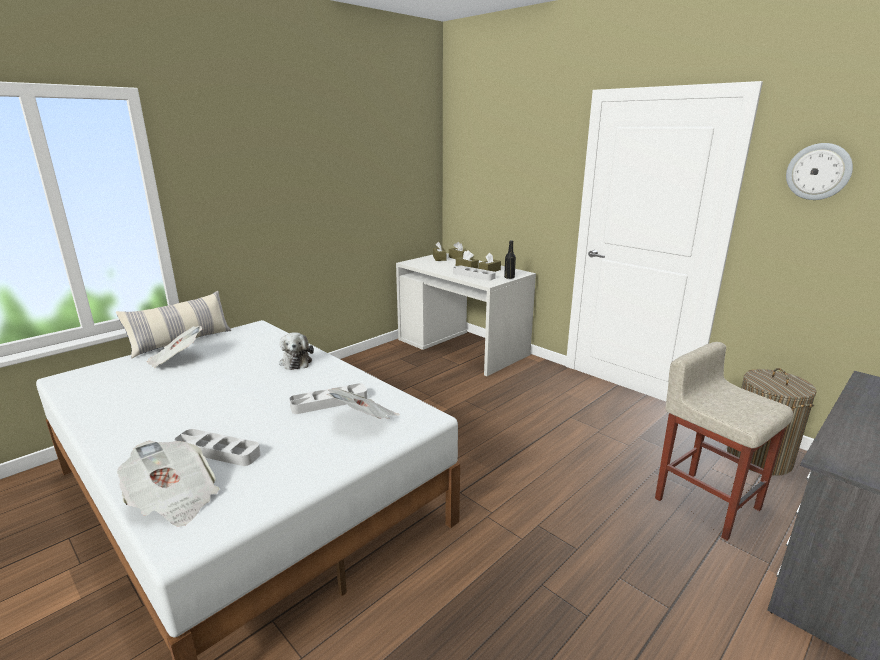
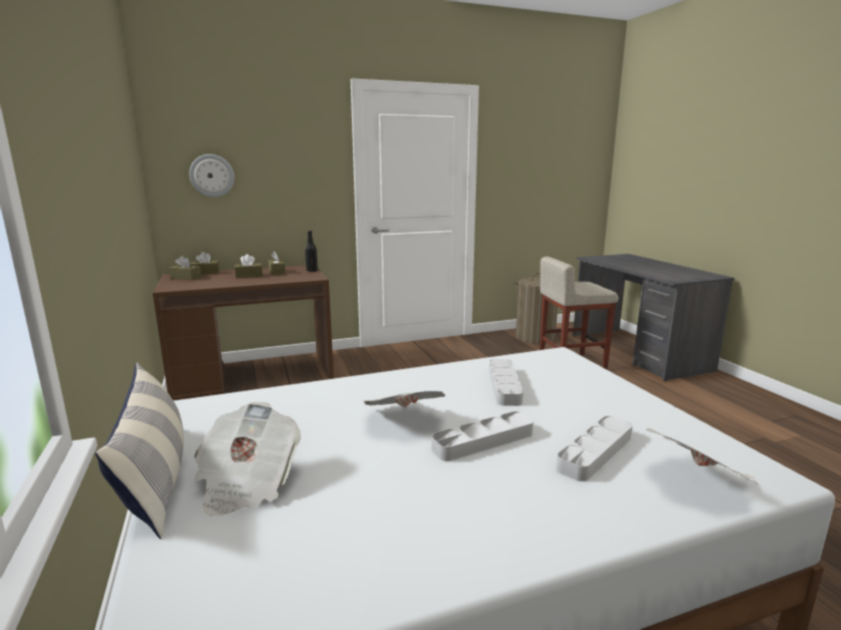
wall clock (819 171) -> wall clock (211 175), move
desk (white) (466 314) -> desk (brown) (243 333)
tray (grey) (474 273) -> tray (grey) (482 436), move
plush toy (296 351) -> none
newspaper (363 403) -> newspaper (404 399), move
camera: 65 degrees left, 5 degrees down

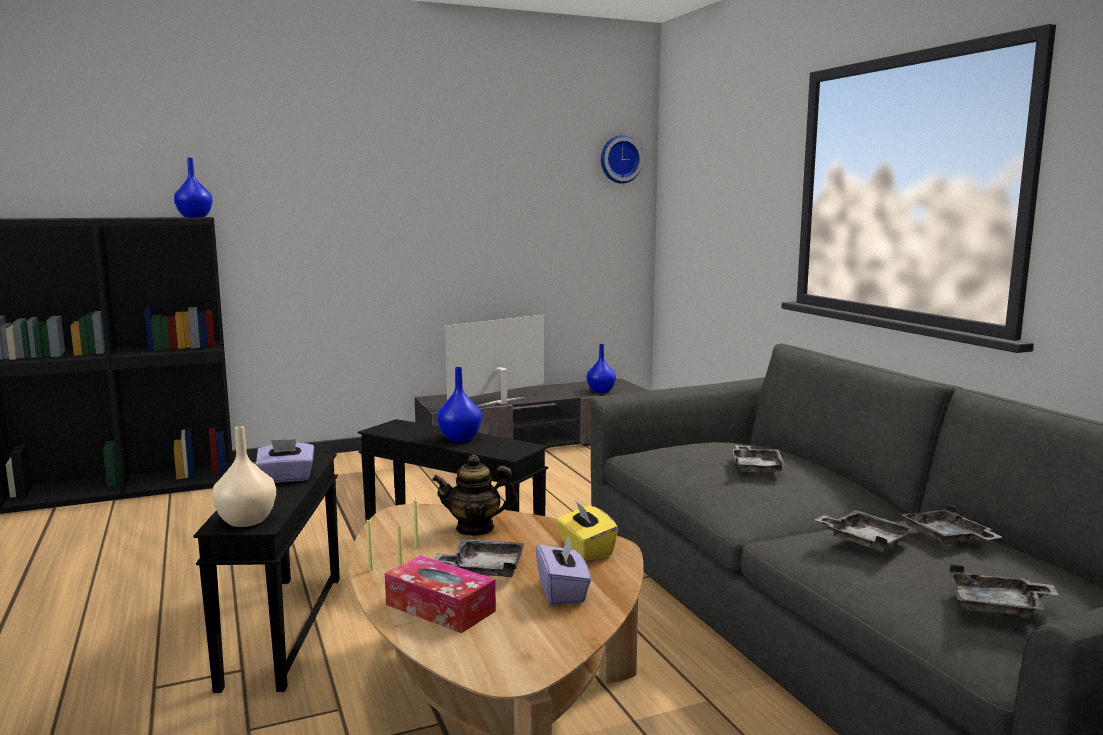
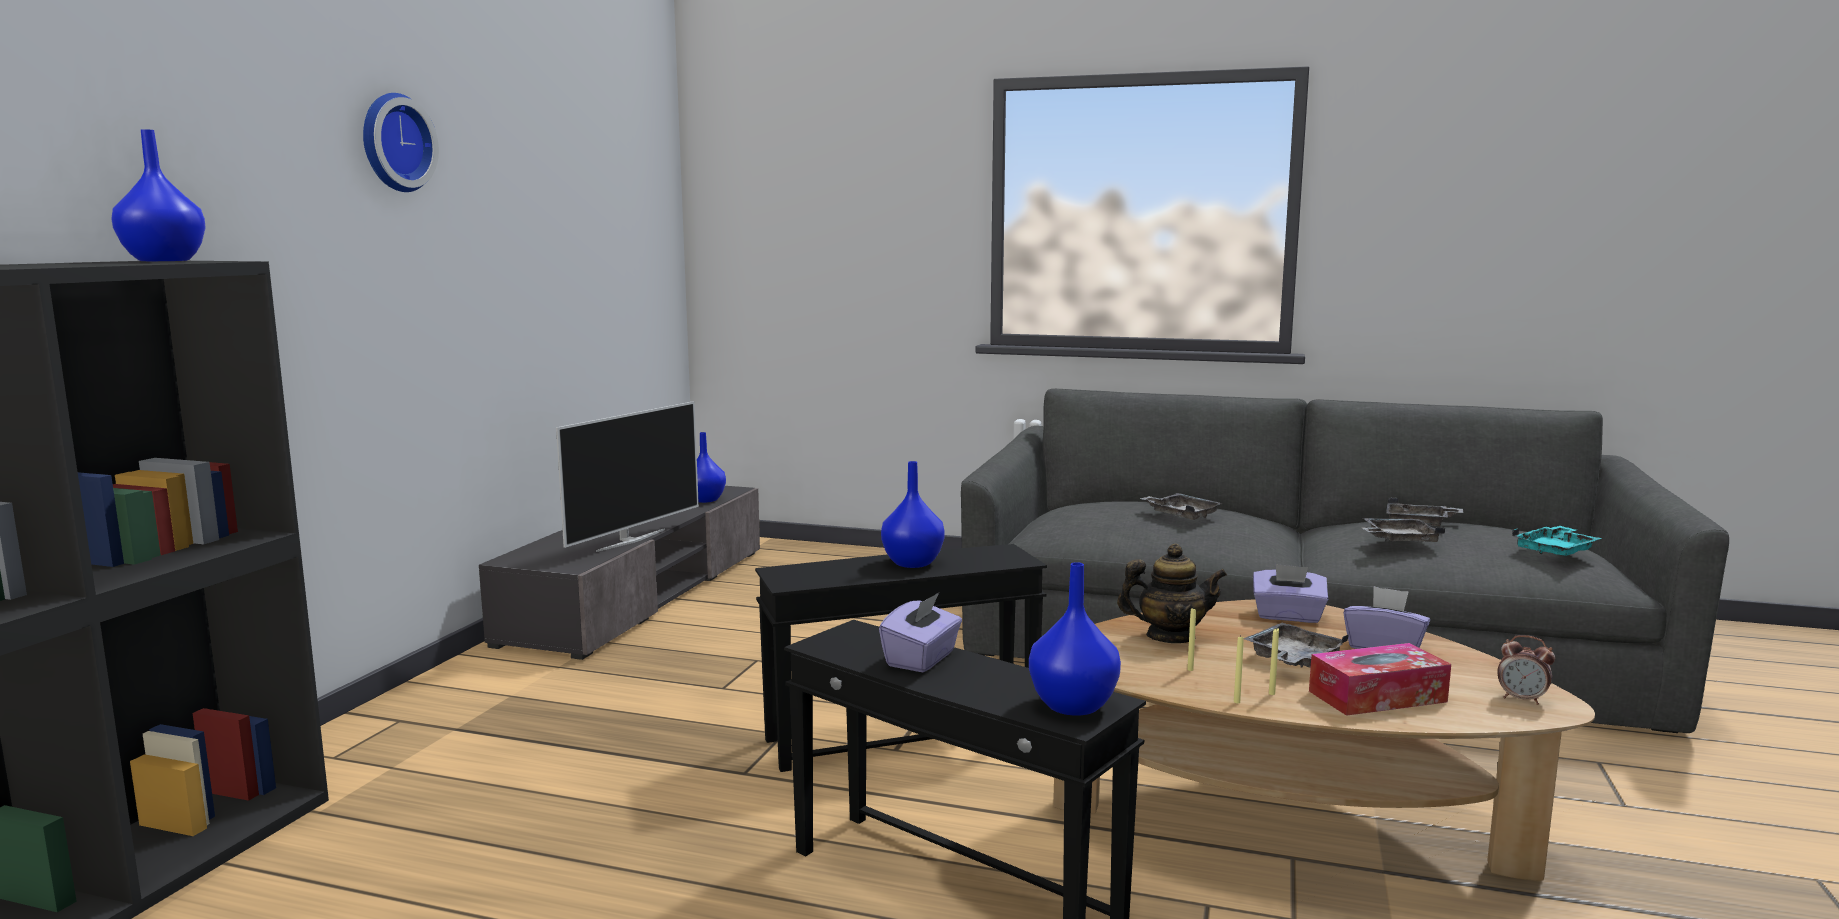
wall clock (622 159) -> wall clock (401 142), move
television (494 360) -> television (627 476), 150 degrees counterclockwise
vase (beige) (244 476) -> vase (blue) (1075 639)
teapot (475 495) -> teapot (1172 593), 120 degrees counterclockwise
tissue box (yellow) (587 530) -> tissue box (purple) (1290 593)
tray (grey) (1003 591) -> tray (turquoise) (1557 541)
none -> alarm clock (1526 670)
camera: 50 degrees left, 0 degrees up

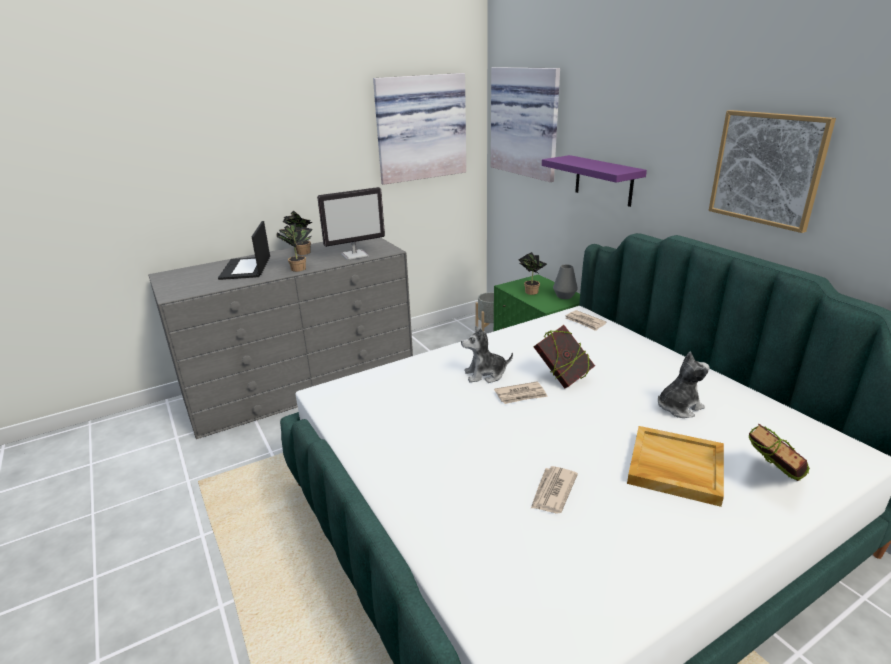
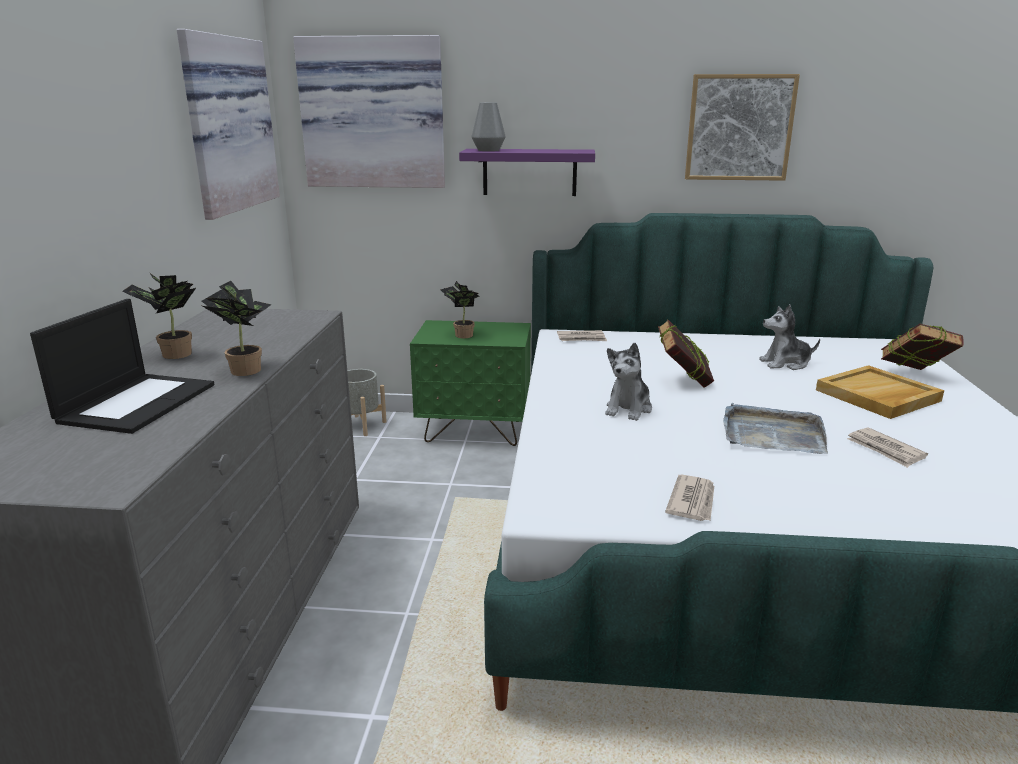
monitor (351 223) -> none
laptop (244 250) -> laptop (122 366), 105 degrees counterclockwise
vase (grey) (565 281) -> vase (grey) (488 127), move
plush toy (684 385) -> plush toy (789 337), 105 degrees counterclockwise
newspaper (521 393) -> newspaper (689 498), move
none -> tray (grey) (775 428)
camera: 55 degrees left, 5 degrees down

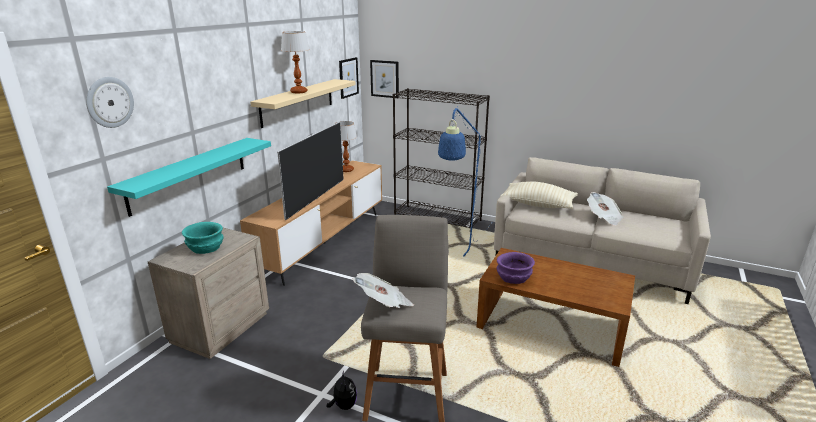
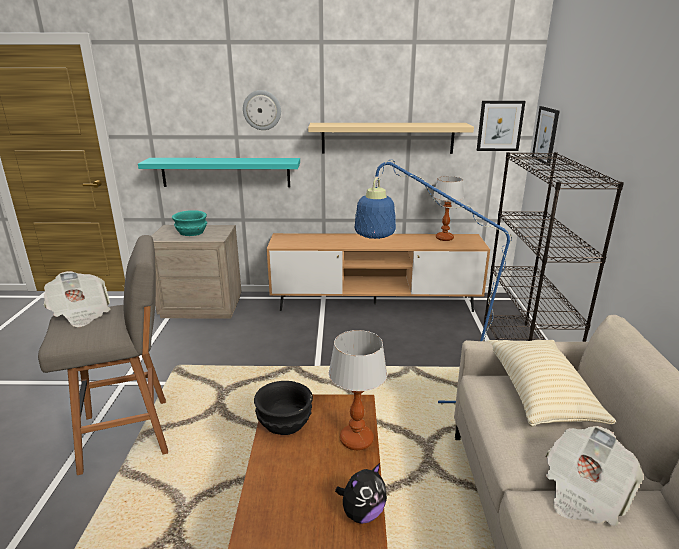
table lamp (295 62) -> table lamp (357 390), move
wall clock (110 102) -> wall clock (262 110), move
television (310 171) -> none
bowl (purple) (515 268) -> bowl (black) (283 408)
plush toy (342 390) -> plush toy (361 493), move
camera: 65 degrees right, 0 degrees up

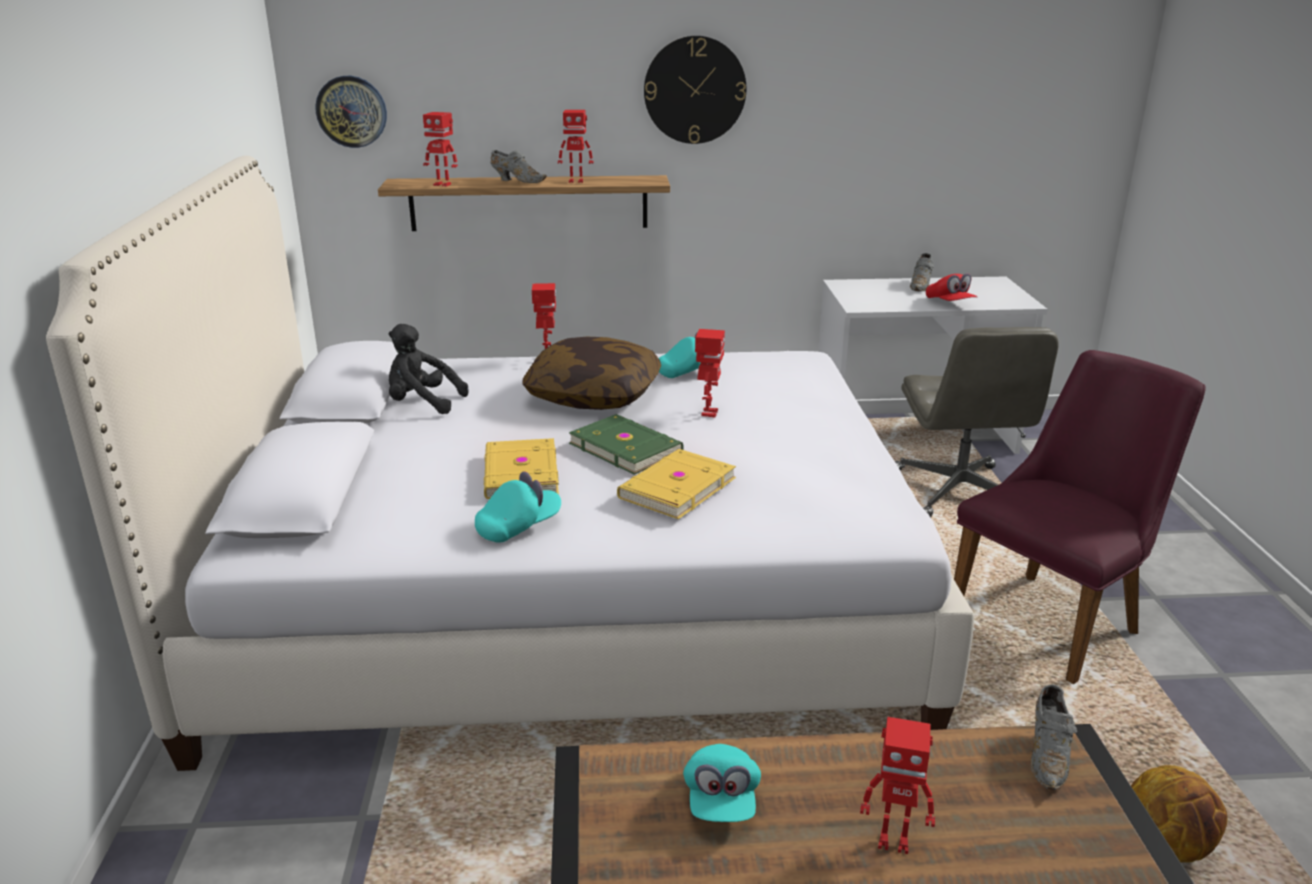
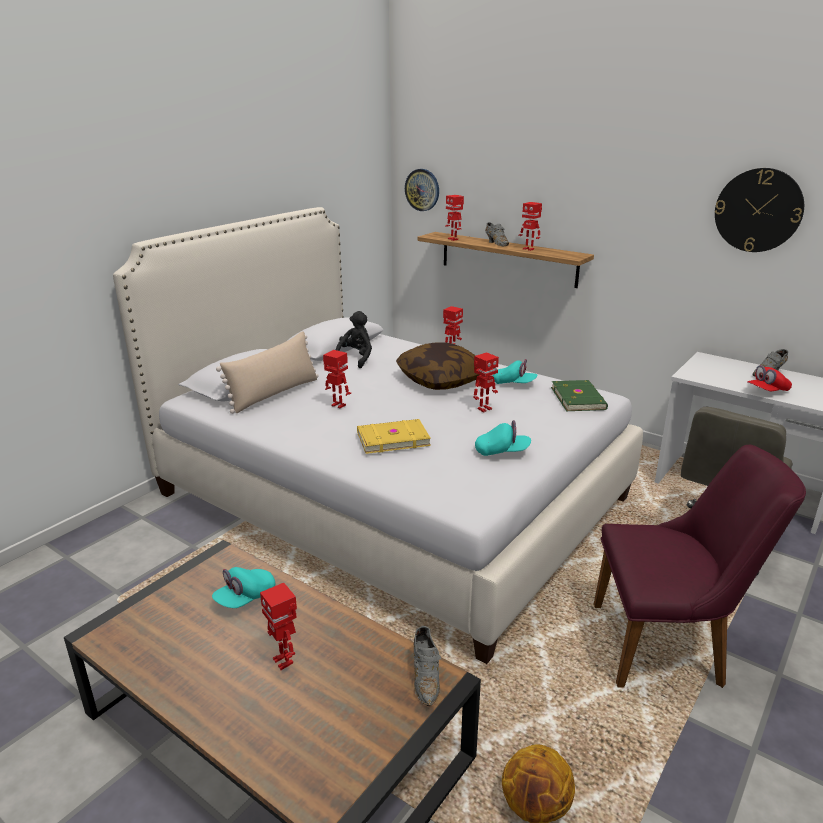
wall clock (695 90) -> wall clock (759 210), move
cap (red) (951 287) -> cap (red) (769 378), 45 degrees clockwise
plush toy (black) (429 369) -> plush toy (black) (354 339), 60 degrees clockwise
book (green) (626 444) -> book (green) (579 395), move
book (yellow) (521 468) -> toy robot (337 379)
cap (turquoise) (518 507) -> cap (turquoise) (503 438), move
shoe (grey) (1054 737) -> shoe (grey) (427 666), 60 degrees counterclockwise
none -> pillow (beige) (267 372)
camera: 40 degrees right, 0 degrees up

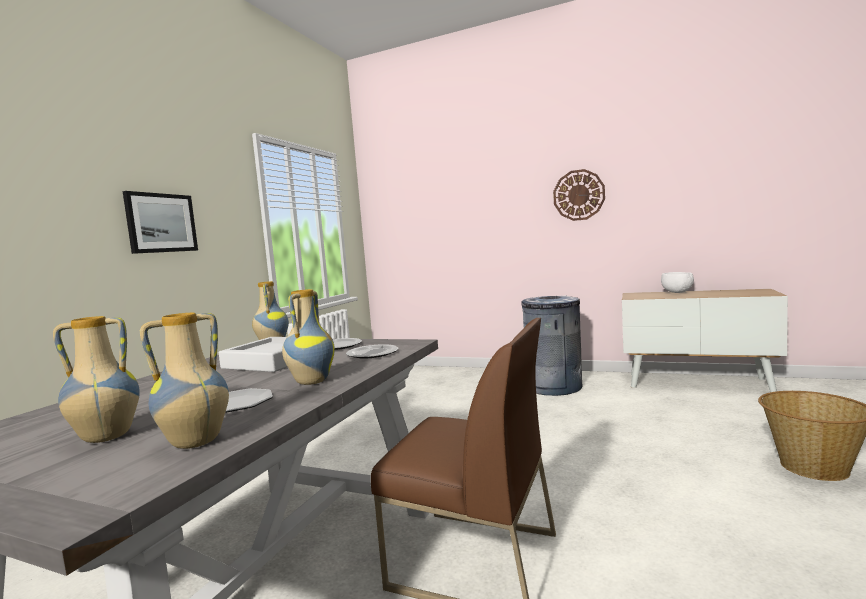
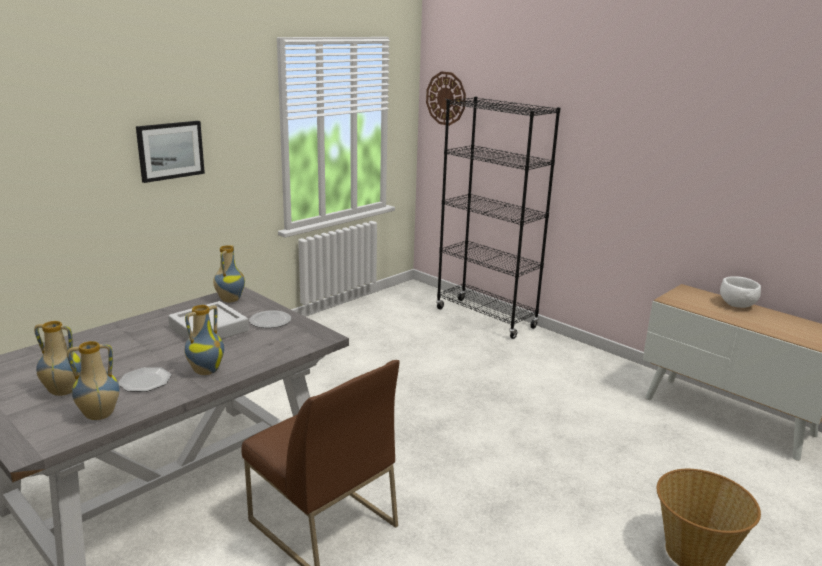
wall clock (579 195) -> wall clock (446 98), move
trash can (grey) (552 345) -> none
plate (372 351) -> none
none -> bookcase (black) (498 218)
camera: 20 degrees right, 15 degrees up

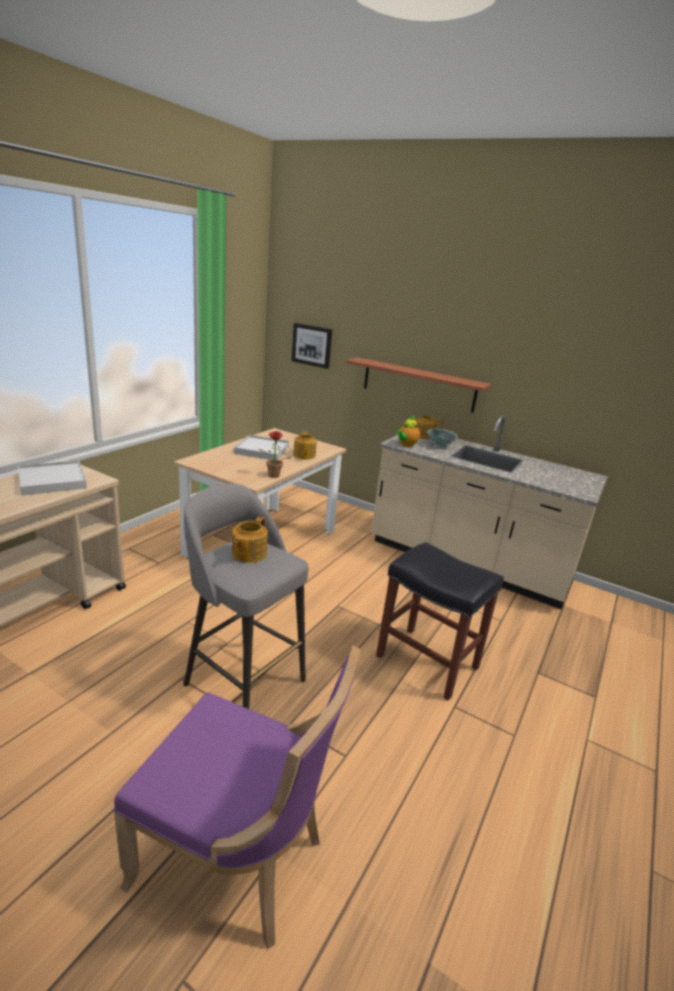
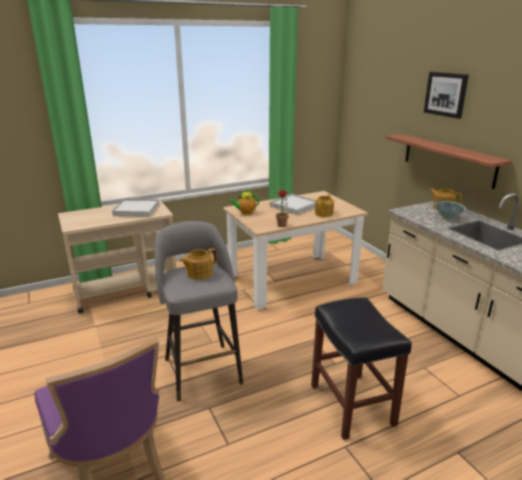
picture (312 346) -> picture (446 95), move
teapot (408 431) -> teapot (243 201), move
camera: 35 degrees right, 0 degrees up

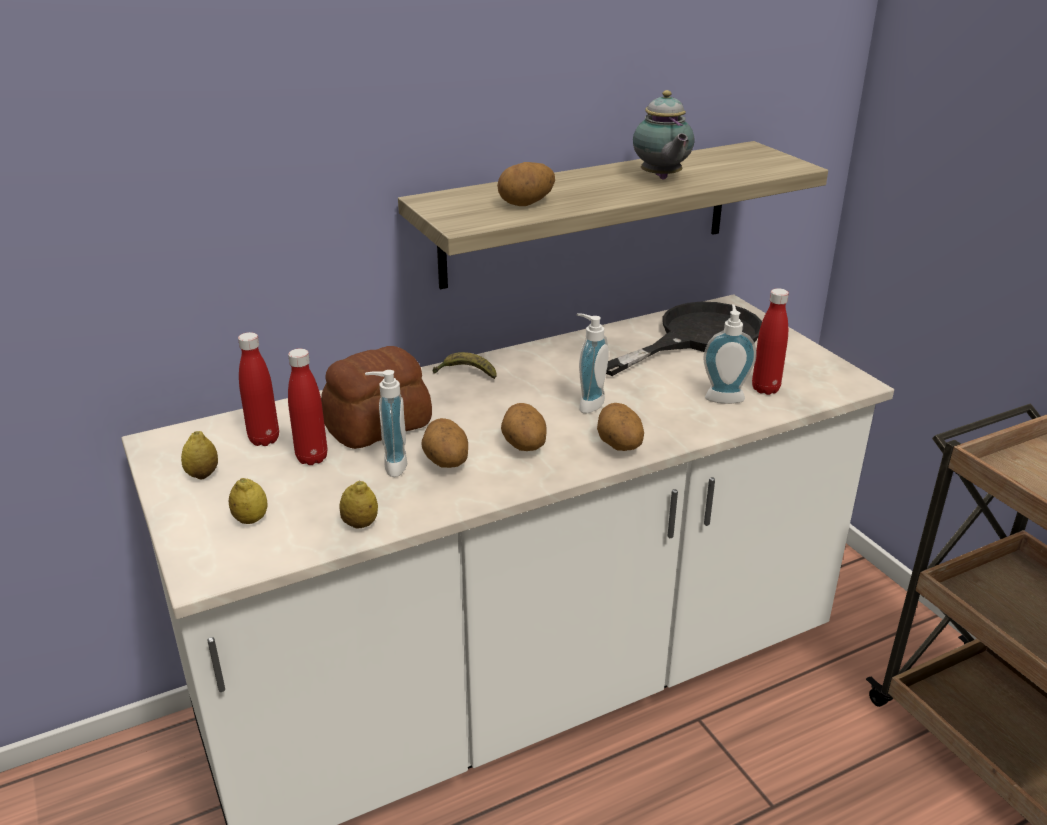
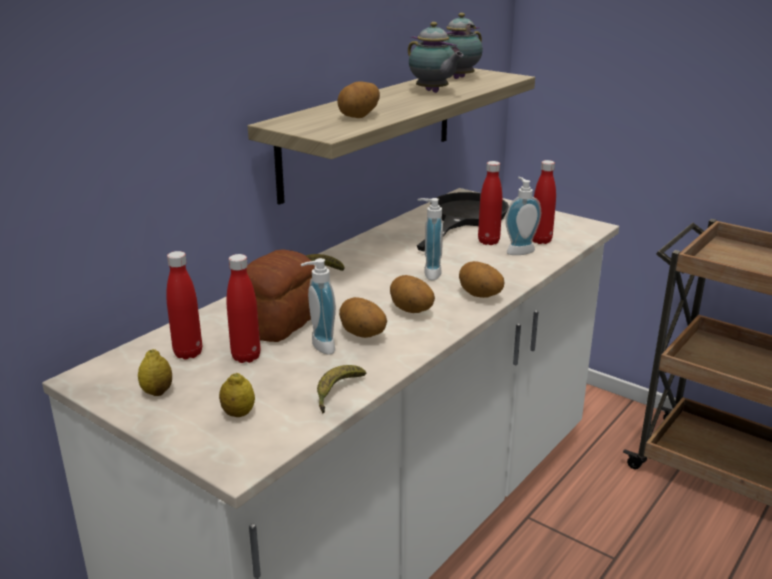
lemon (358 504) -> banana (341 389)
none -> teapot (463 46)
none -> bottle (red) (490 203)
camera: 25 degrees left, 5 degrees down

